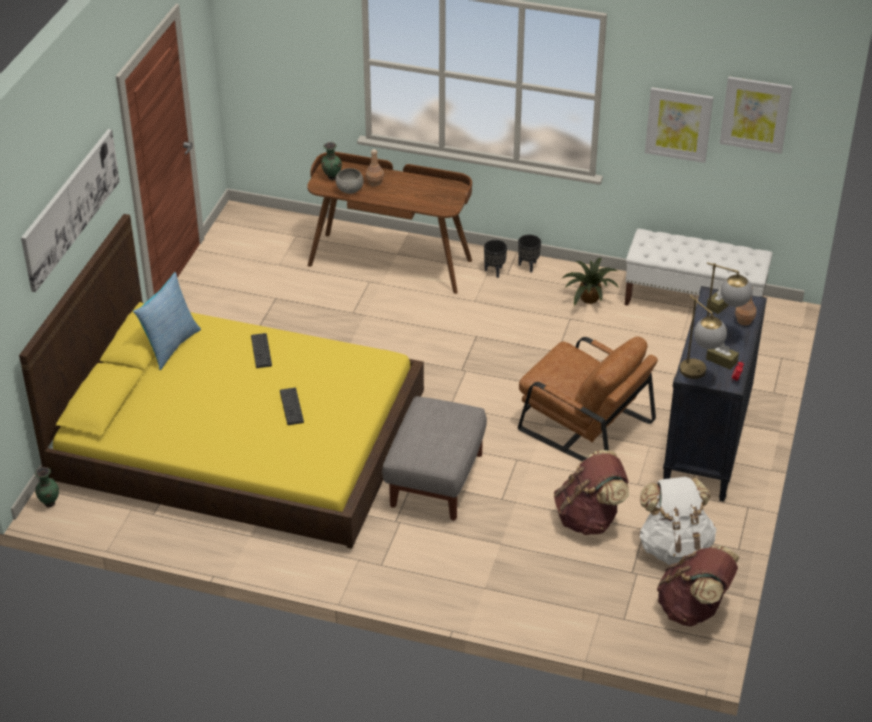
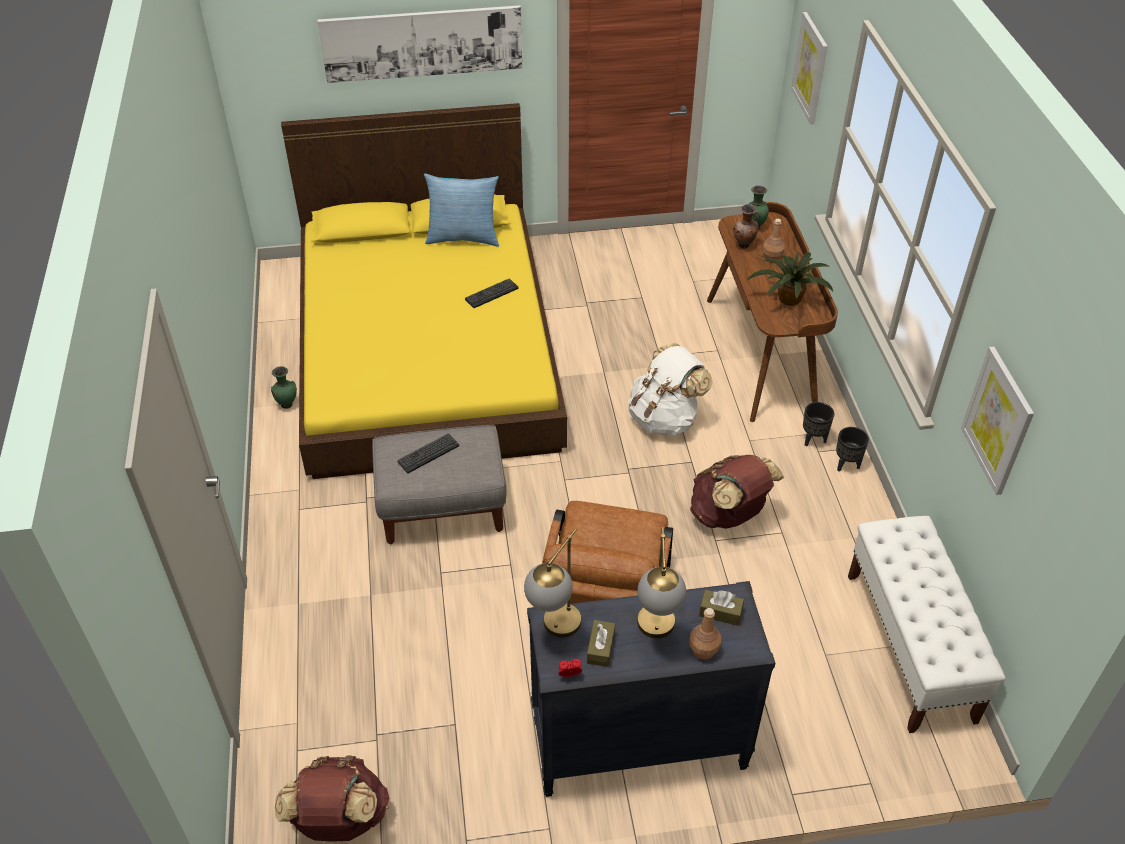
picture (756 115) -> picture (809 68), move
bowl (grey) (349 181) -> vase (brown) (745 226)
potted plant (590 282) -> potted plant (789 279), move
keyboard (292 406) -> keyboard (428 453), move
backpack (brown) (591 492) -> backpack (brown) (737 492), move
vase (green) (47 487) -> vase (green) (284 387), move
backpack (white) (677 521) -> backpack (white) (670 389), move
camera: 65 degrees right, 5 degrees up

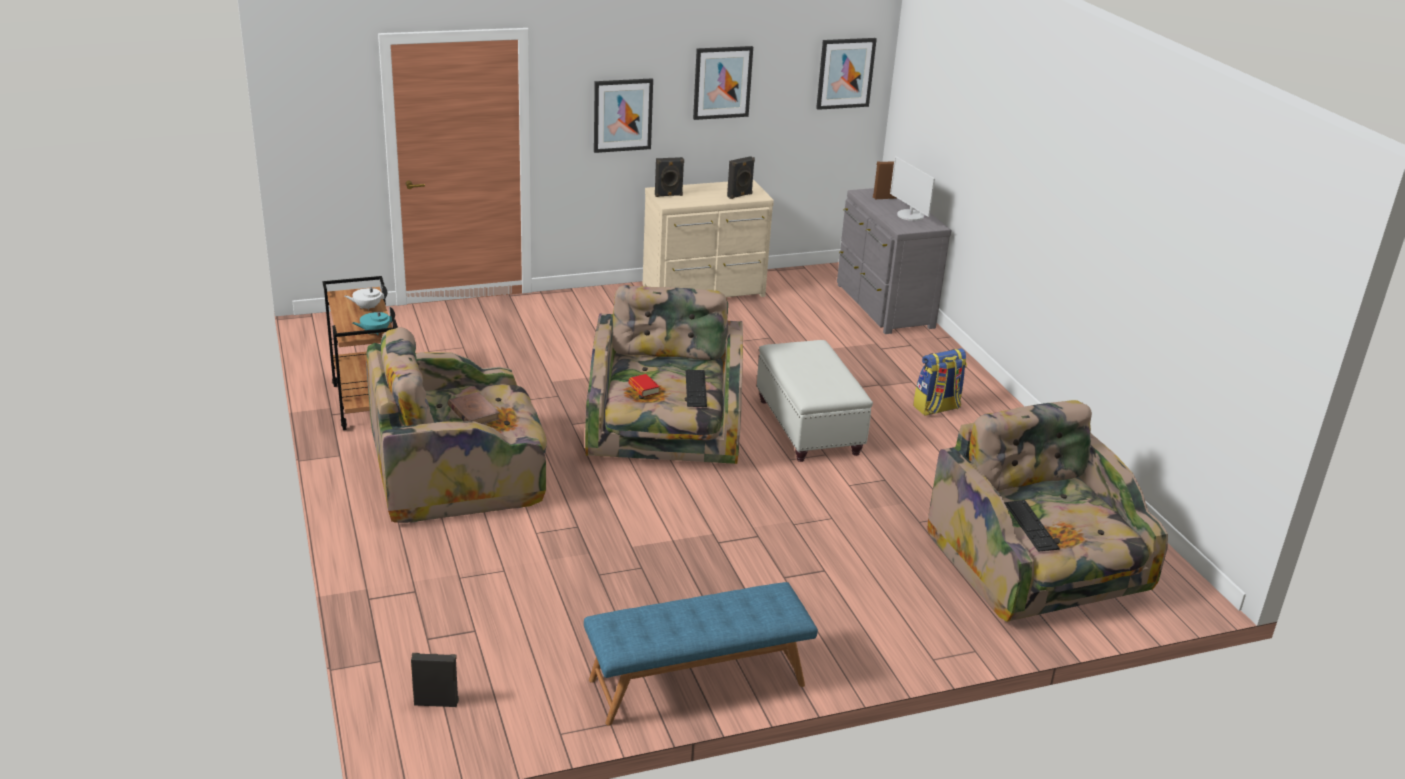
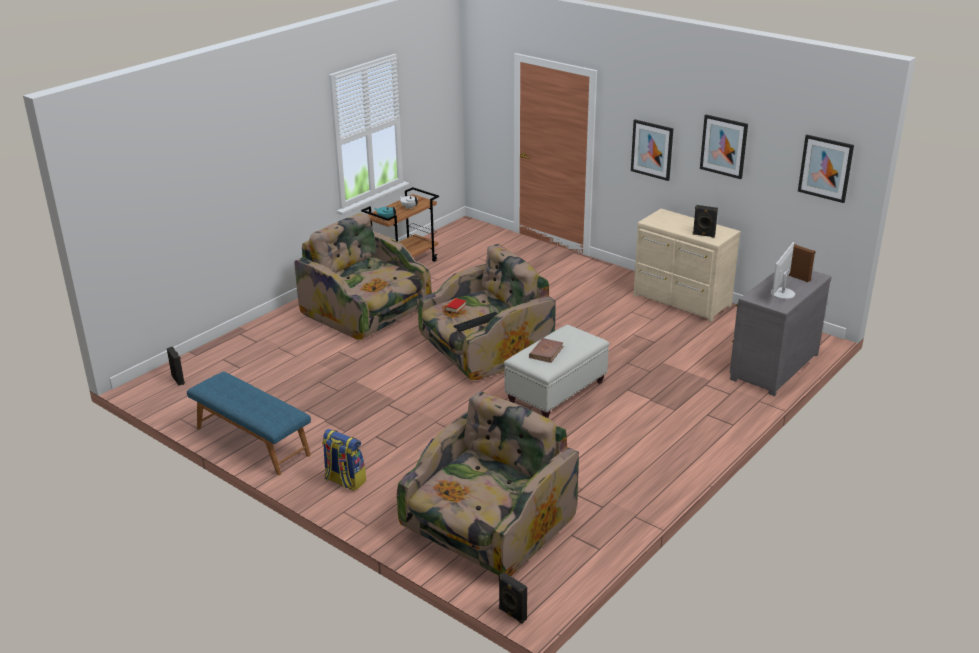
speaker (black) (669 177) -> speaker (black) (513 598), move
backpack (940 382) -> backpack (344 460), move
book (brown) (474 408) -> book (brown) (546 350), move
keyboard (1032 526) -> none
camera: 60 degrees right, 0 degrees up

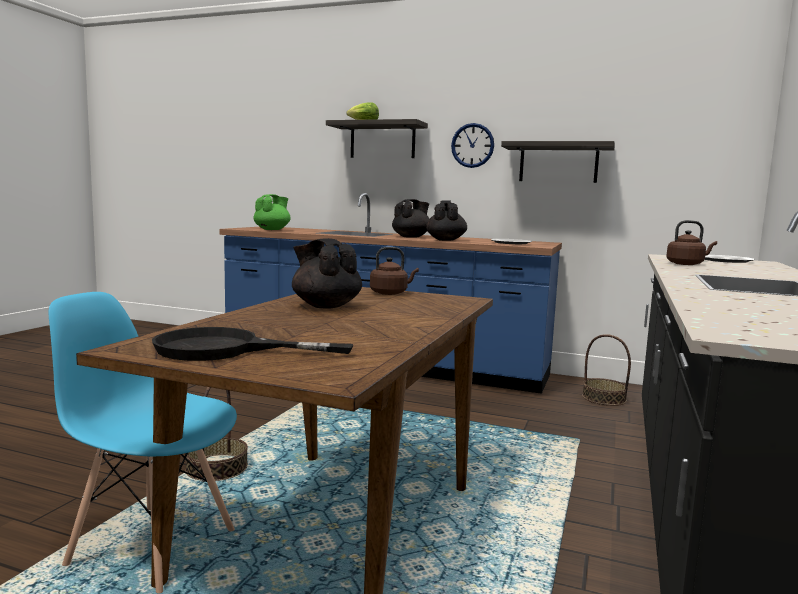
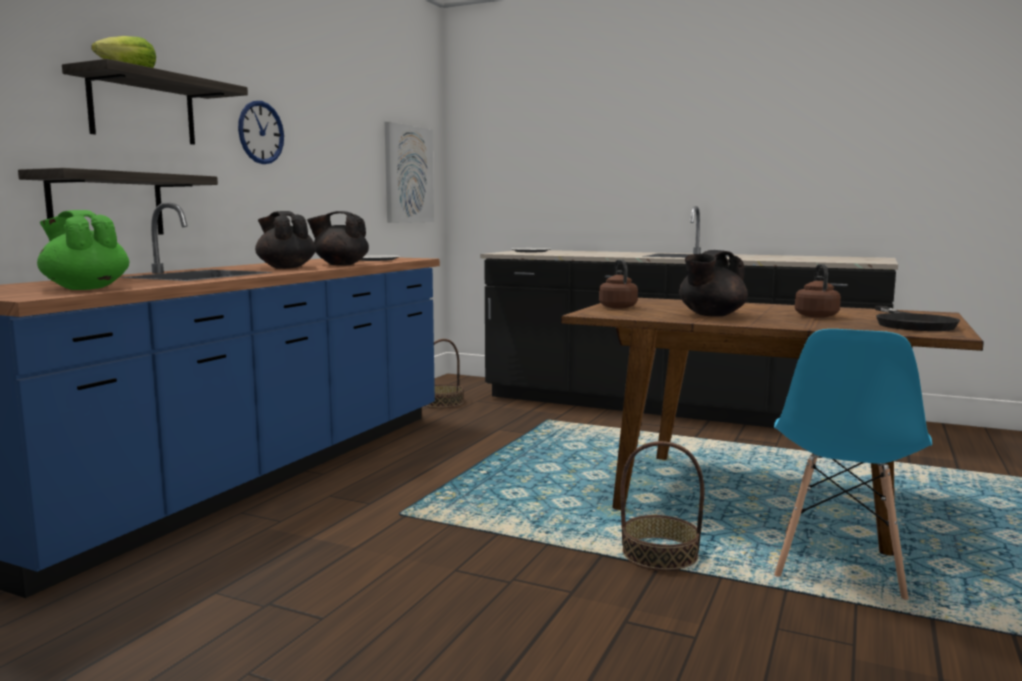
shelf (558 162) -> shelf (118 201), move
kettle (brown) (691 242) -> kettle (brown) (818 291), move
none -> picture (409 172)
camera: 85 degrees left, 0 degrees up

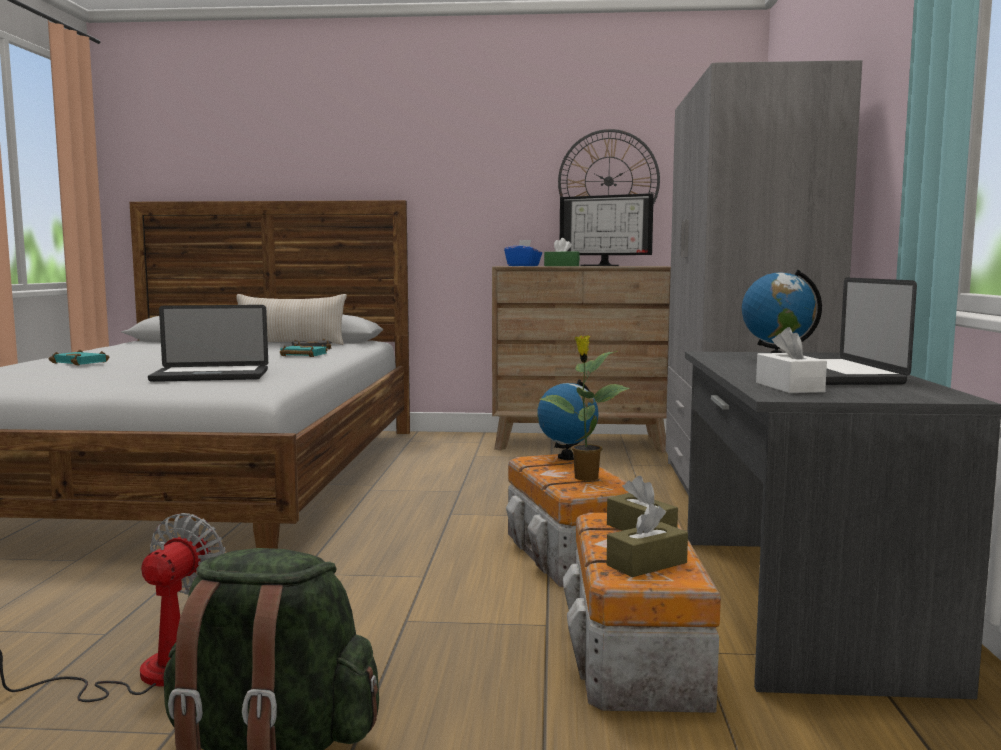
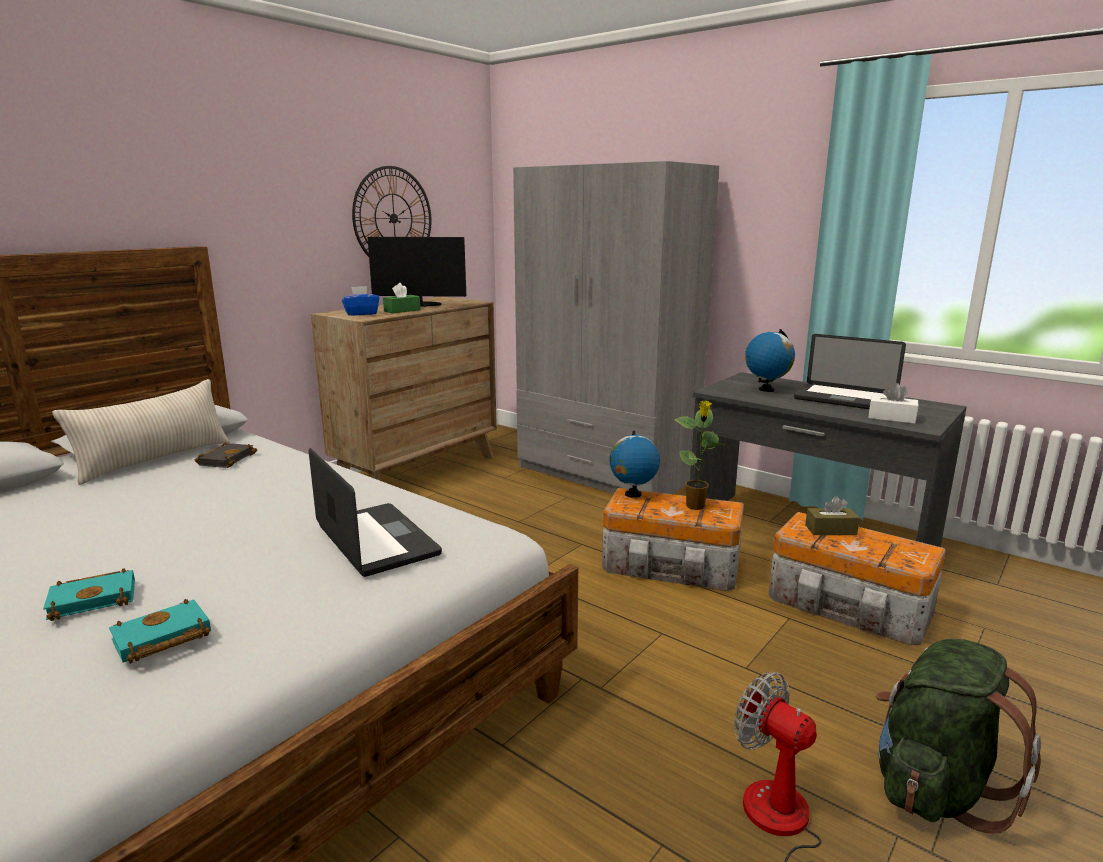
monitor (607 229) -> monitor (417 272), 150 degrees counterclockwise
laptop (208 343) -> laptop (375 512), 60 degrees counterclockwise
book (turquoise) (304 350) -> book (turquoise) (160 631), move
tissue box (brown) (647 540) -> none
camera: 55 degrees left, 10 degrees up

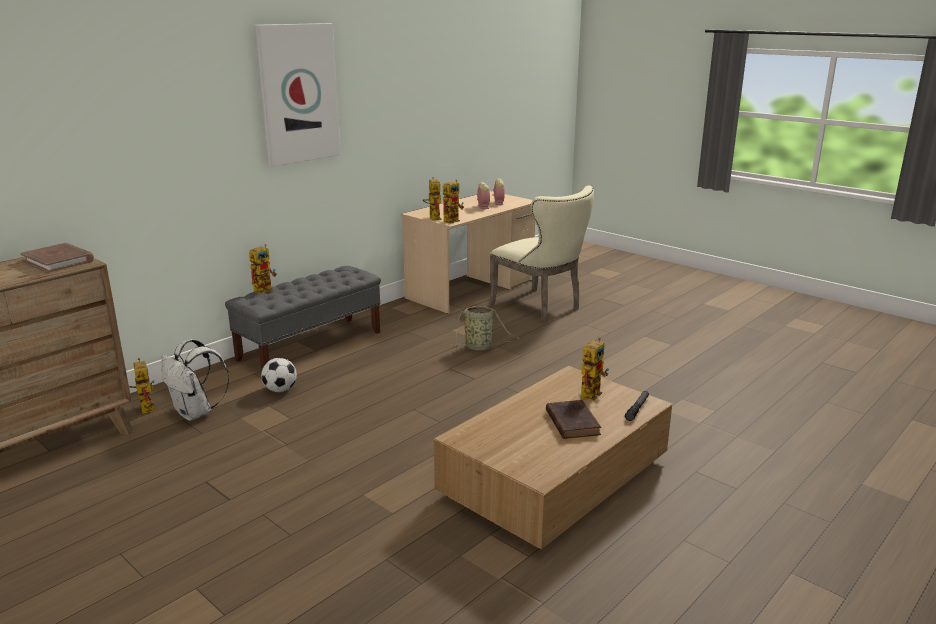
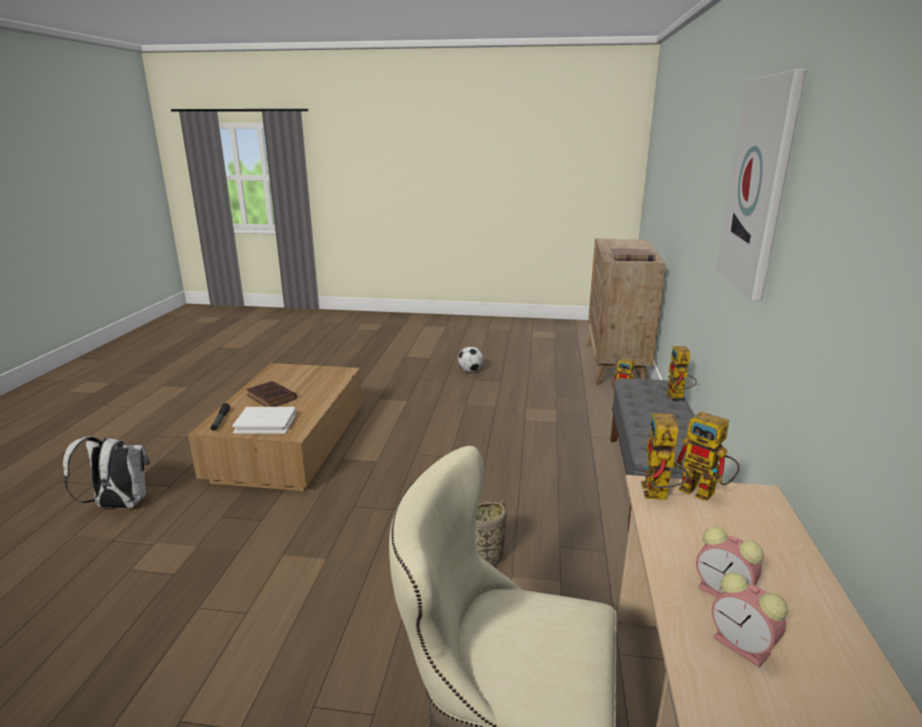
toy robot (595 369) -> book (white) (264 420)
backpack (white) (195 380) -> backpack (white) (106 472), move
football (279 375) -> football (470 359), move
camera: 145 degrees right, 0 degrees up

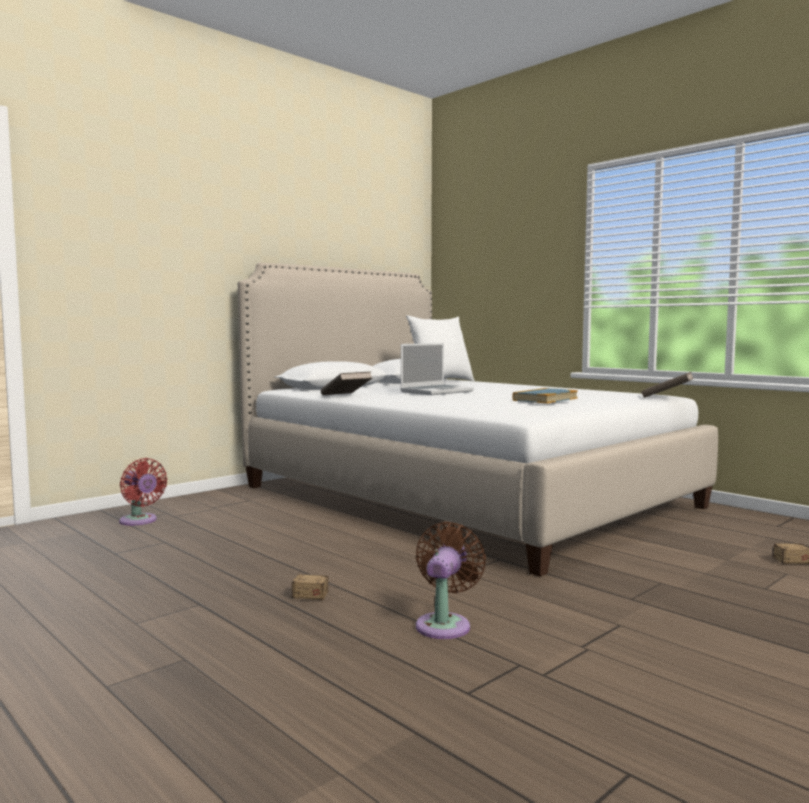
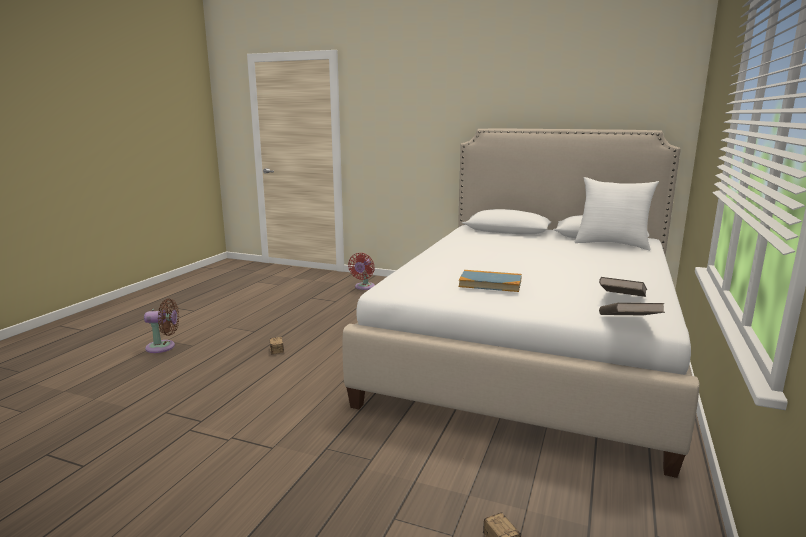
laptop (437 369) -> none
book (brown) (346 383) -> book (brown) (623 287), move
fan (brown) (451 580) -> fan (brown) (161 326), move
camera: 65 degrees right, 10 degrees up

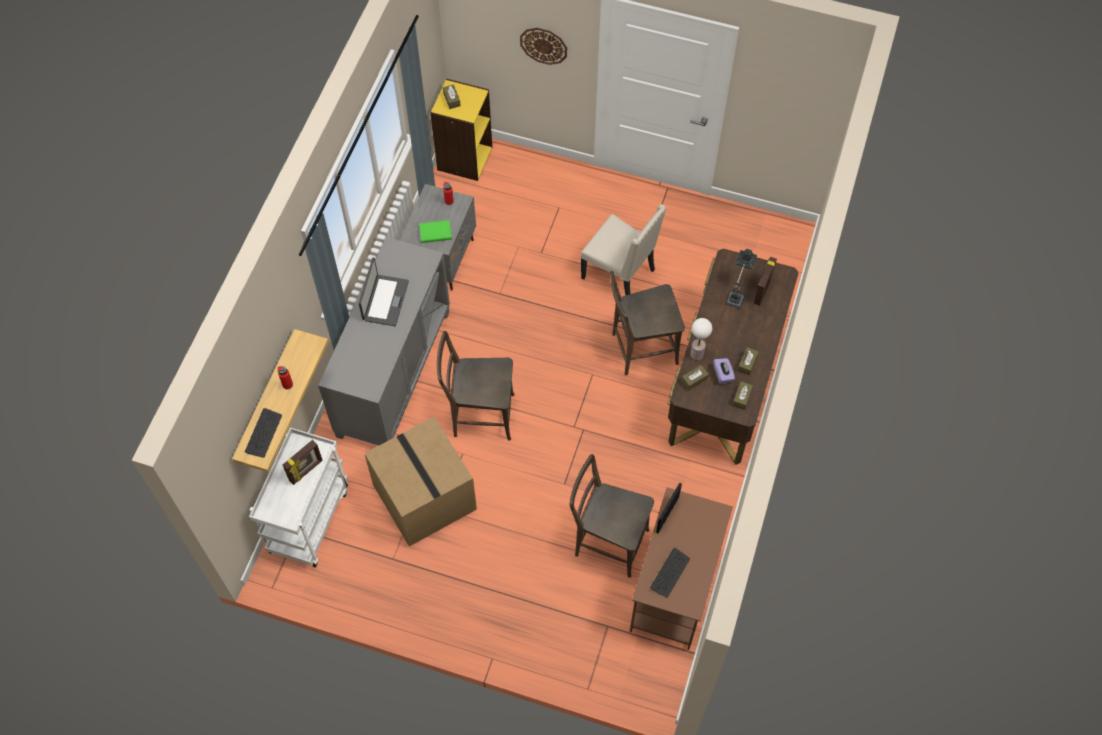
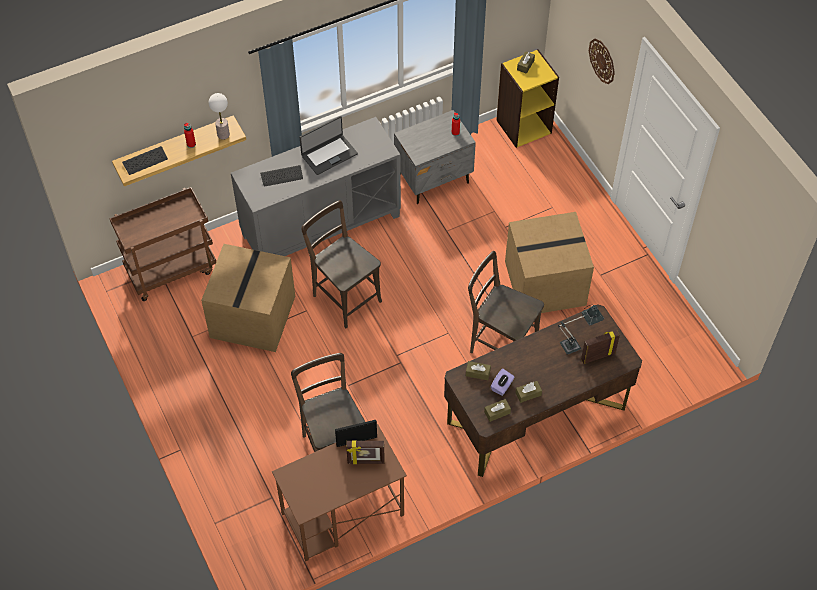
chair (beige) (623 249) -> cardboard box (549 262)
book (green) (435 231) -> none
table lamp (701 339) -> table lamp (219 116), move
cart (white) (298 498) -> cart (brown) (162 244)
picture frame (303 462) -> picture frame (365 452), move
keyboard (670 573) -> keyboard (281 176), move
camera: 45 degrees right, 5 degrees down

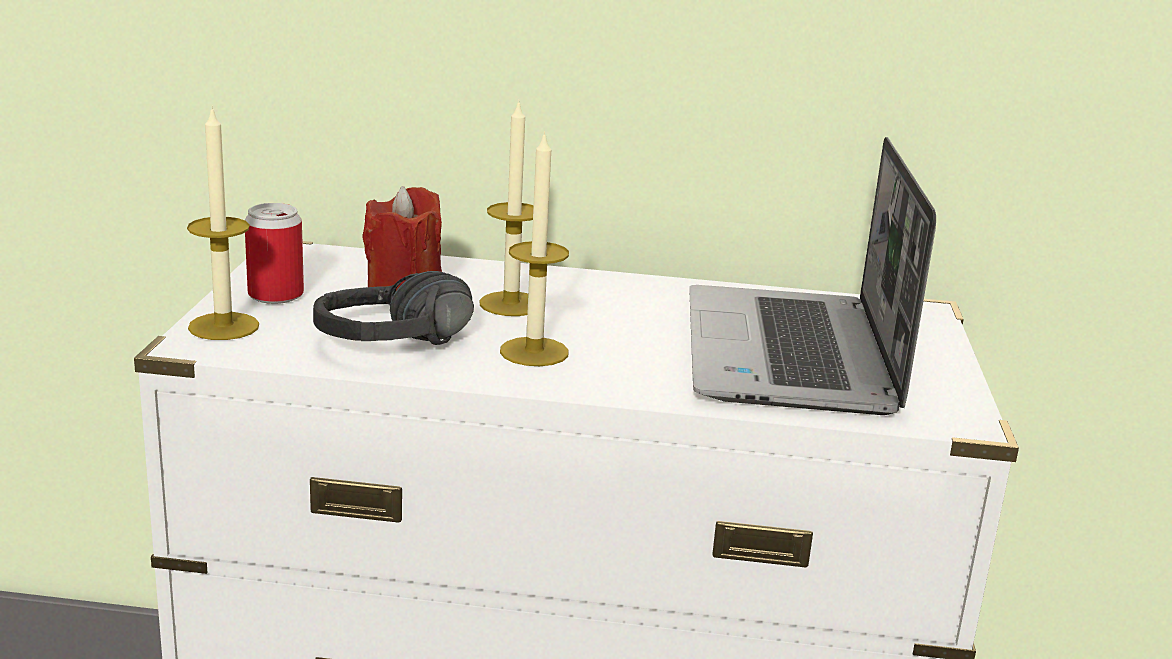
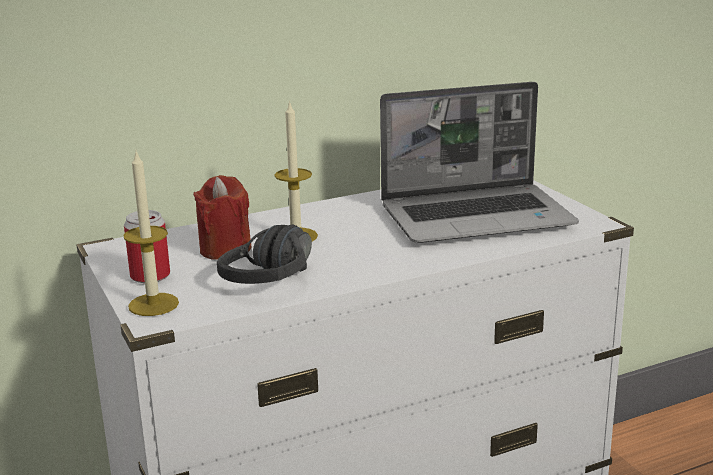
candle (534 248) -> none
laptop (812 276) -> laptop (479 162), 75 degrees counterclockwise
camera: 30 degrees left, 0 degrees up

